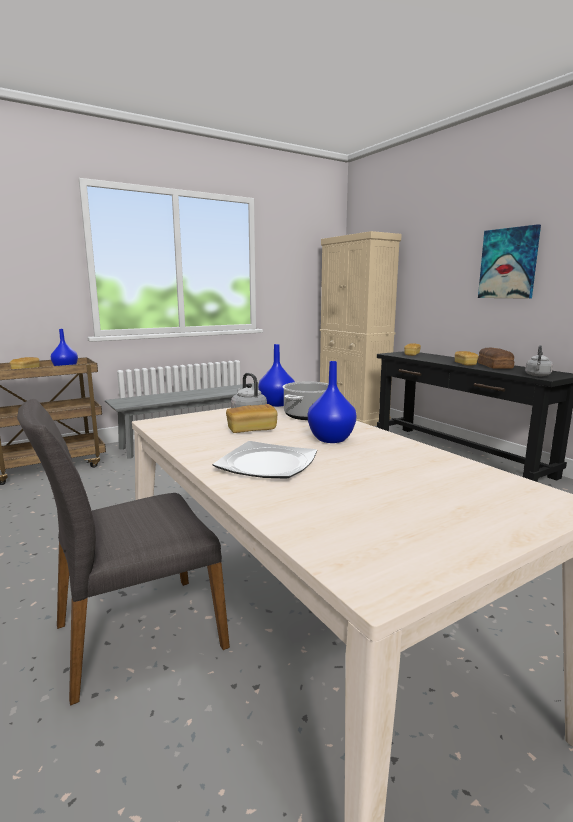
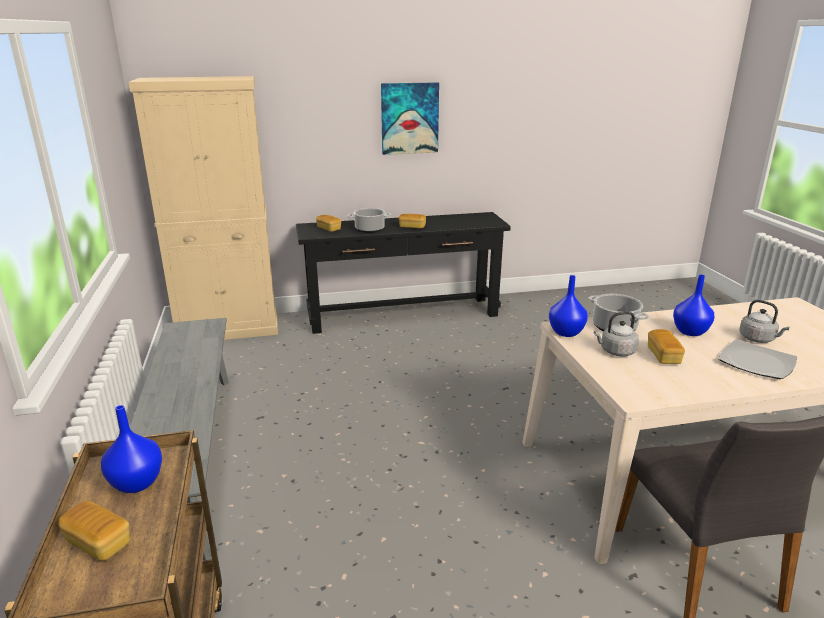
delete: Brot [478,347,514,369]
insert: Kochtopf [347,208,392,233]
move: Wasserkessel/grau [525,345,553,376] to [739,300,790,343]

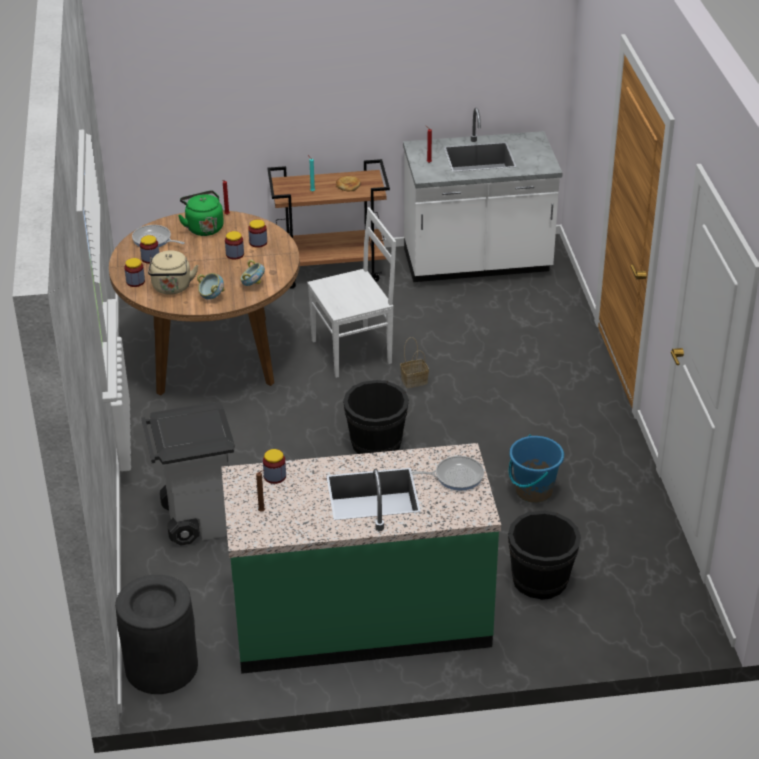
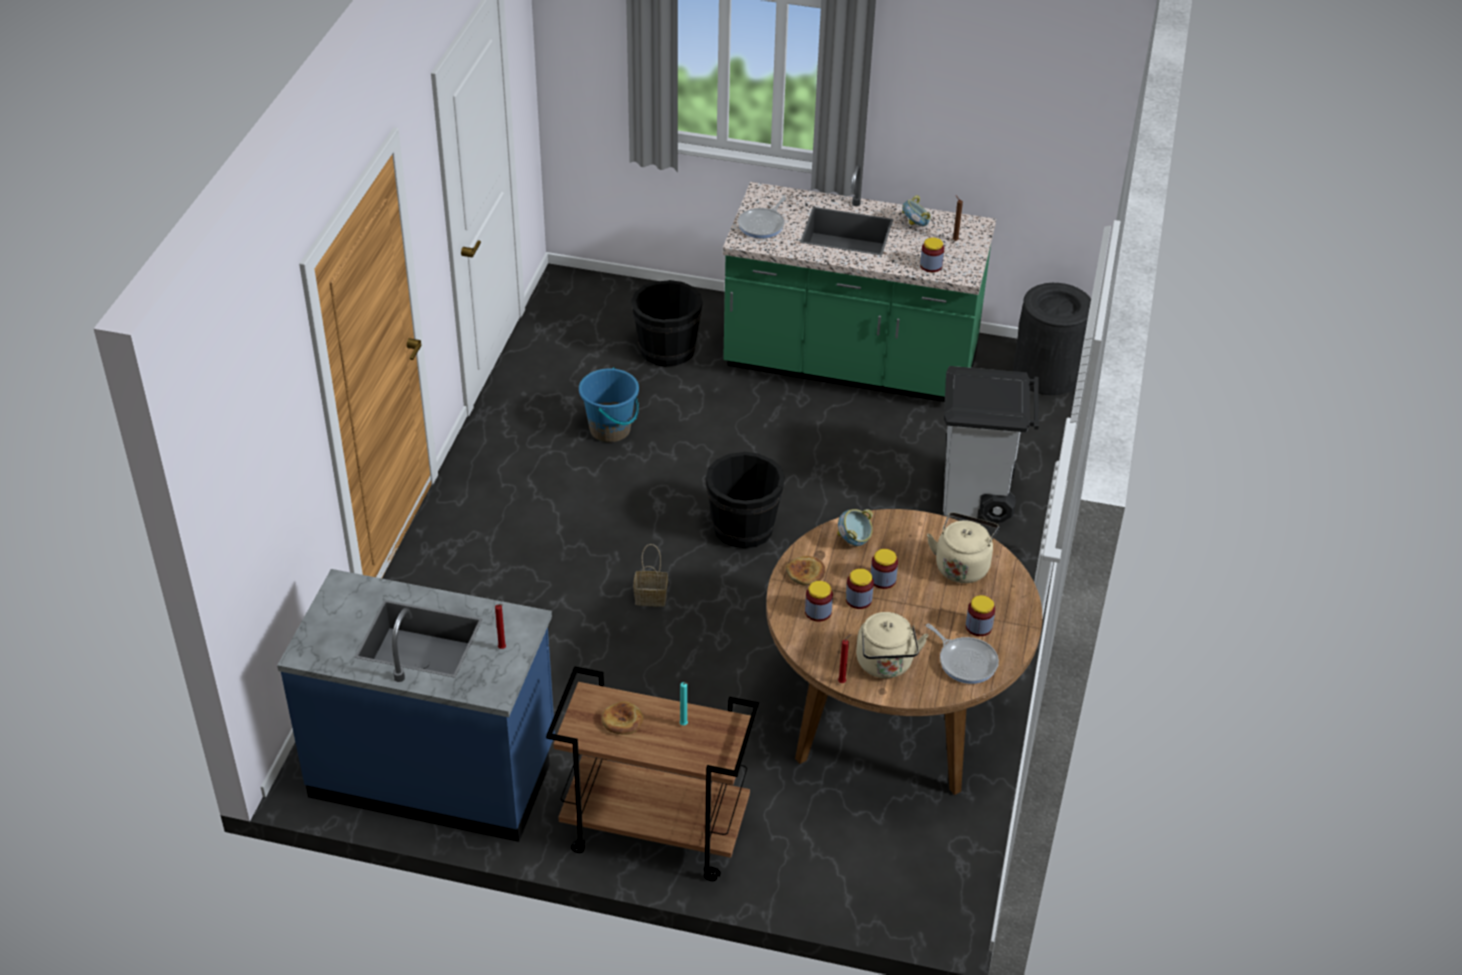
delete: Stuhl/weiß [307,207,396,378]
insert: Brot [785,556,826,585]
move: Vorratsglas [124,258,145,287] to [871,549,898,589]; Schüssel [197,273,225,300] to [902,195,931,226]
recolor: Wasserkessel/grün [178,190,224,236] to Wasserkessel/beige [856,612,928,678]; Küchenzeile/weiß [403,108,563,282] to Küchenzeile/blau [277,569,555,842]
rotate: Pfanne [411,456,484,491] = [738,197,786,239] 75 degrees counterclockwise

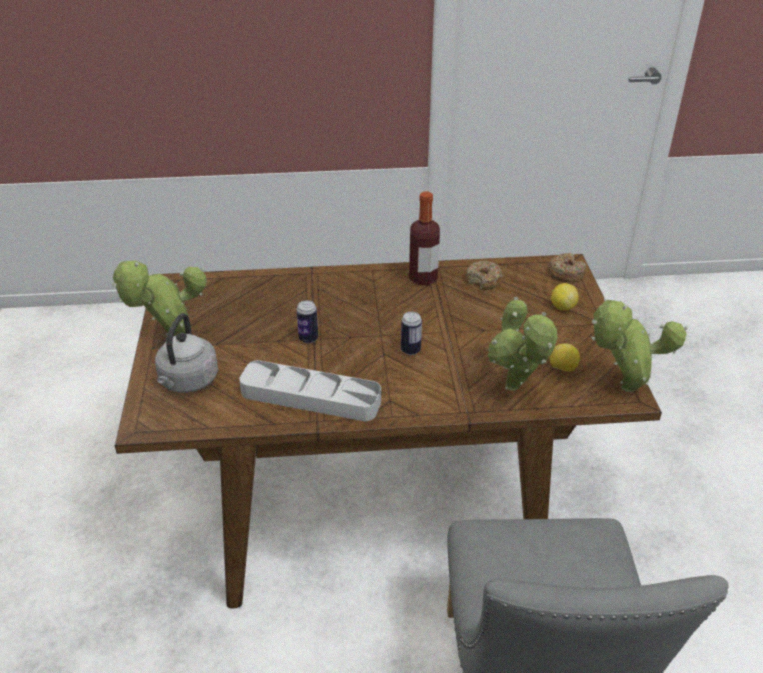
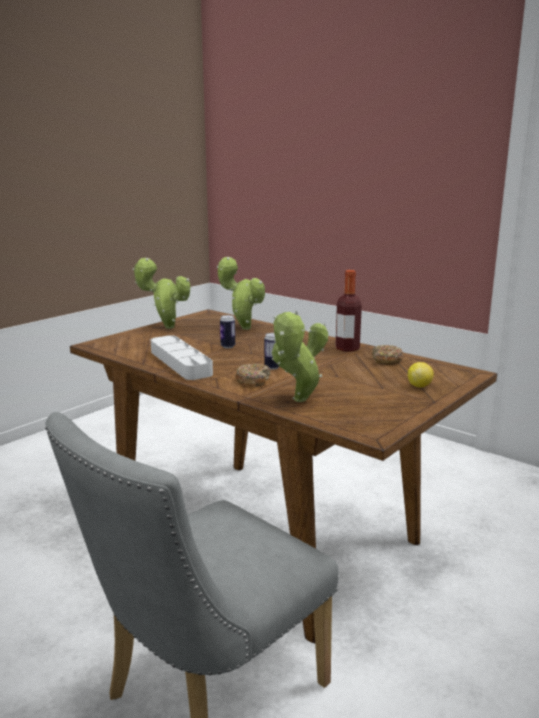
delete: Wasserkessel/grau [155,313,218,393]; Zitrone [550,343,580,372]
move: Donut [548,253,586,283] to [235,363,271,386]; Topfpflanze [592,299,688,392] to [217,257,265,330]

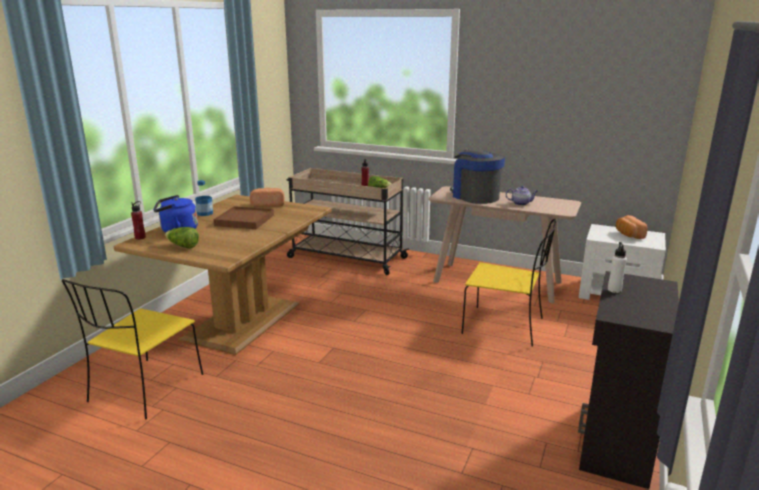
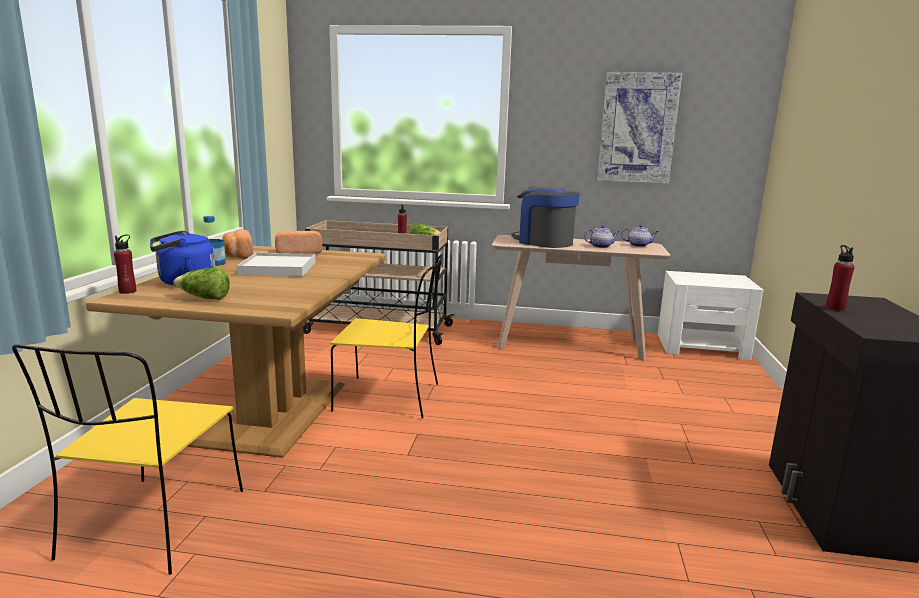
insert: Bild [597,72,682,184]; Teekanne [621,224,659,247]
move: Stuhl/gelb [461,219,556,347] to [330,254,443,418]; Brot [616,215,647,239] to [222,230,253,259]
recolor: Tablett/braun [213,206,274,229] to Tablett/weiß [237,253,315,277]; Flasche/weiß [608,242,627,293] to Flasche/rot [826,245,854,311]

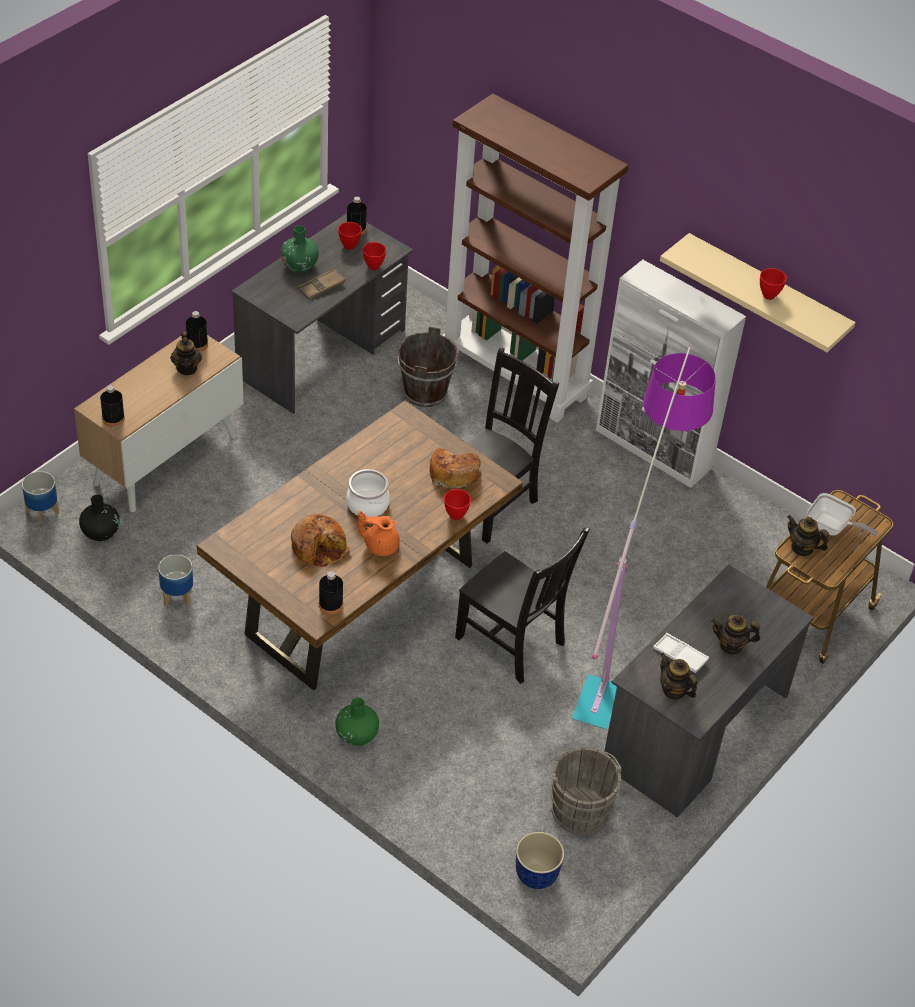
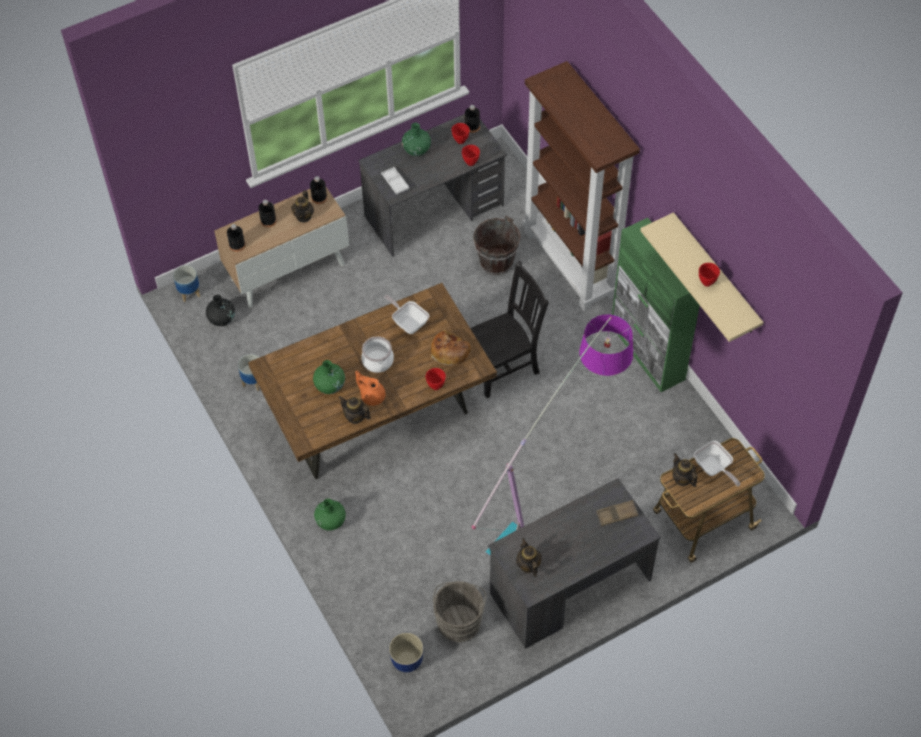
delete: Stuhl/schwarz [455,528,590,684]
insert: Pfanne [384,295,429,334]
move: Tablett/braun [298,269,345,300] to [596,500,638,526]; Flasche/schwarz [319,571,343,614] to [258,200,277,227]; Tablett/weiß [653,633,709,673] to [381,167,409,195]; Teekanne [711,615,760,655] to [338,396,371,424]
replace: Brot [291,514,350,567] to Vase/grün [313,360,345,394]
recolor: Schrank/weiß [596,260,746,488] to Schrank/grün [612,218,700,392]

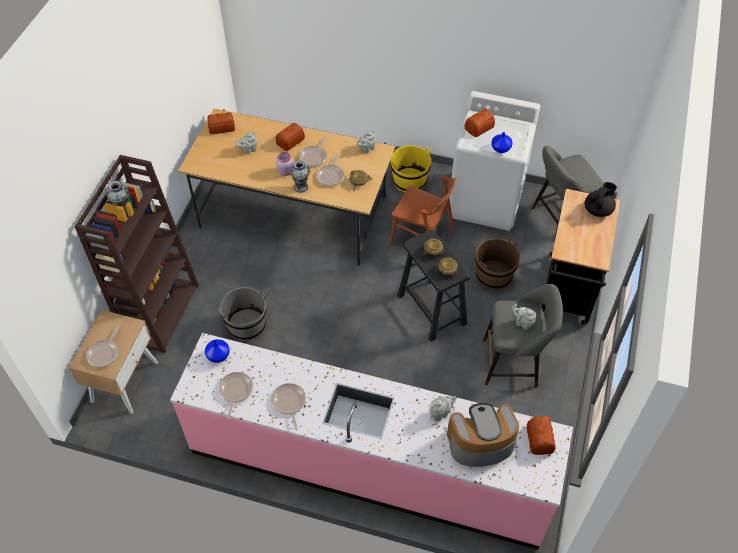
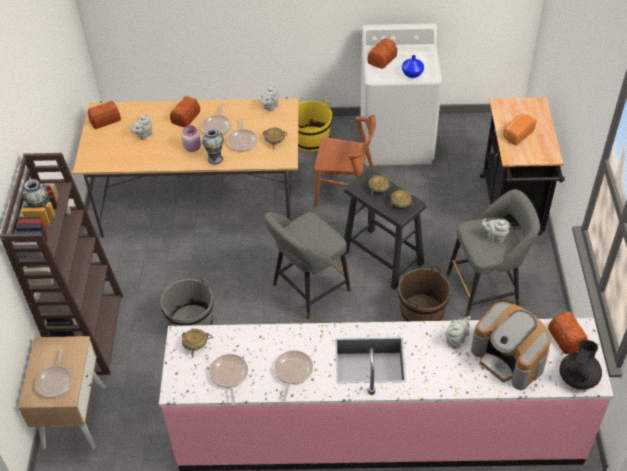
insert: Brot [503,113,536,146]
move: Eimer/braun [475,237,520,290] to [398,264,451,321]; Hocker/grau [531,146,603,242] to [264,212,351,320]; Teekanne/schwarz [584,182,617,217] to [559,340,602,390]
replace: Vase/blau [205,339,230,363] to Schüssel/beige [182,329,213,358]
rotate: Pfanne [271,383,306,430] = [274,350,313,402] 45 degrees clockwise; Kaffeemaschine [447,403,519,467] = [471,302,551,390] 105 degrees counterclockwise

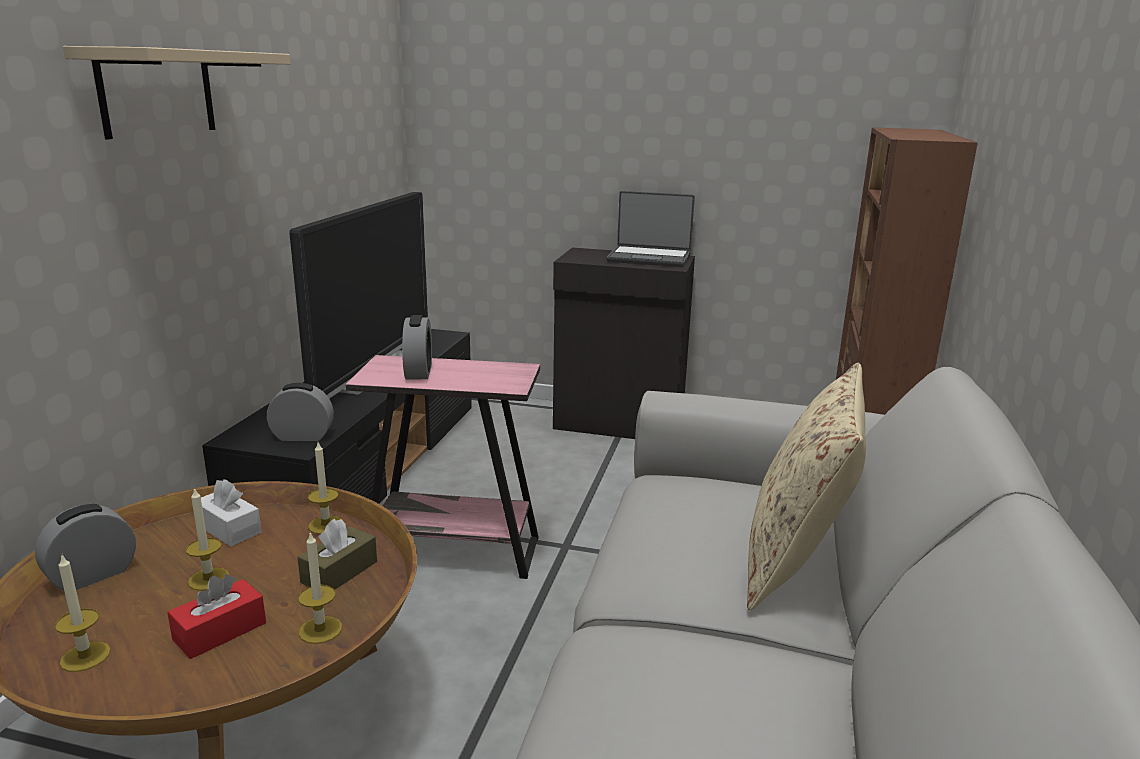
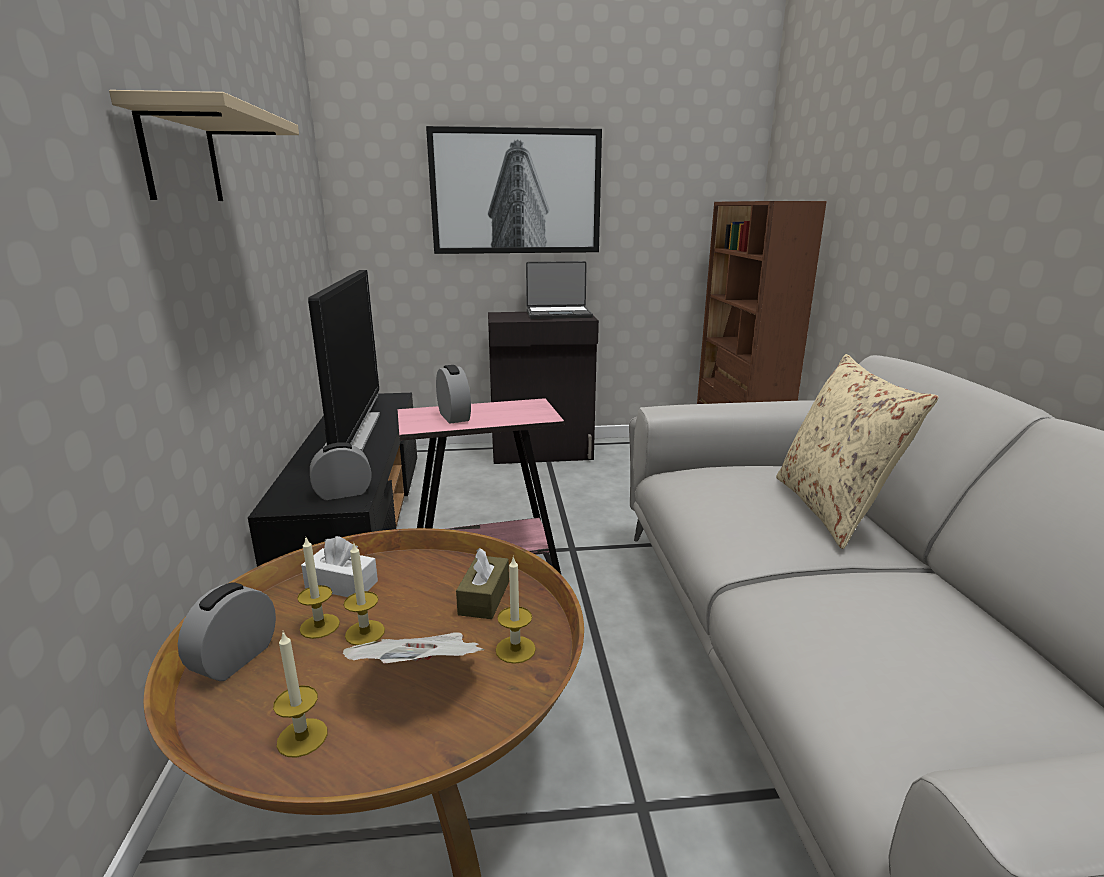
insert: Bild [426,126,602,254]
move: Kerze [308,442,341,534] to [297,536,340,639]
replace: Taschentuchbox/rot [167,574,266,659] to Zeitung [343,632,484,663]

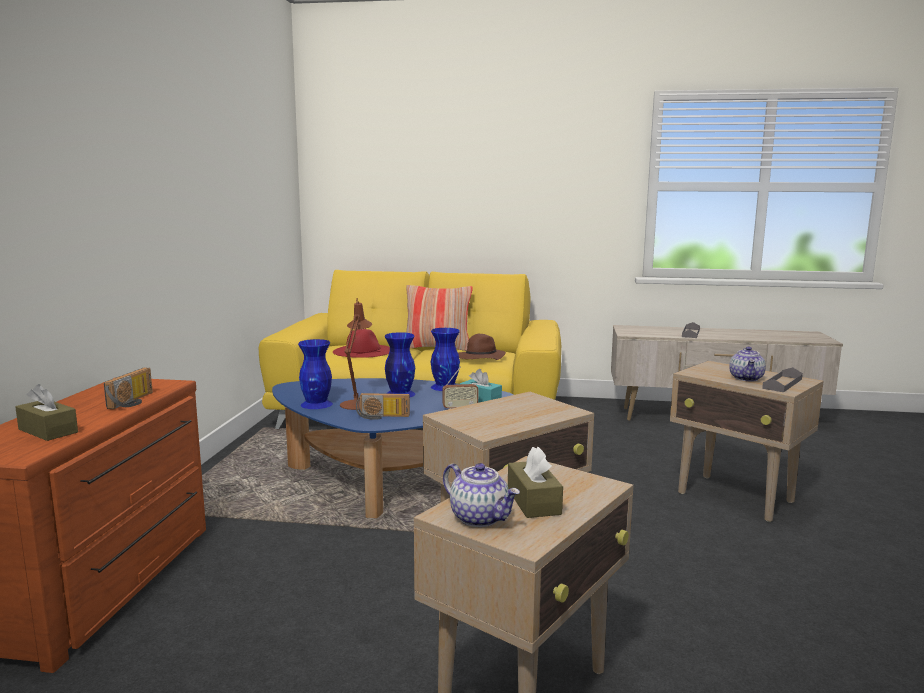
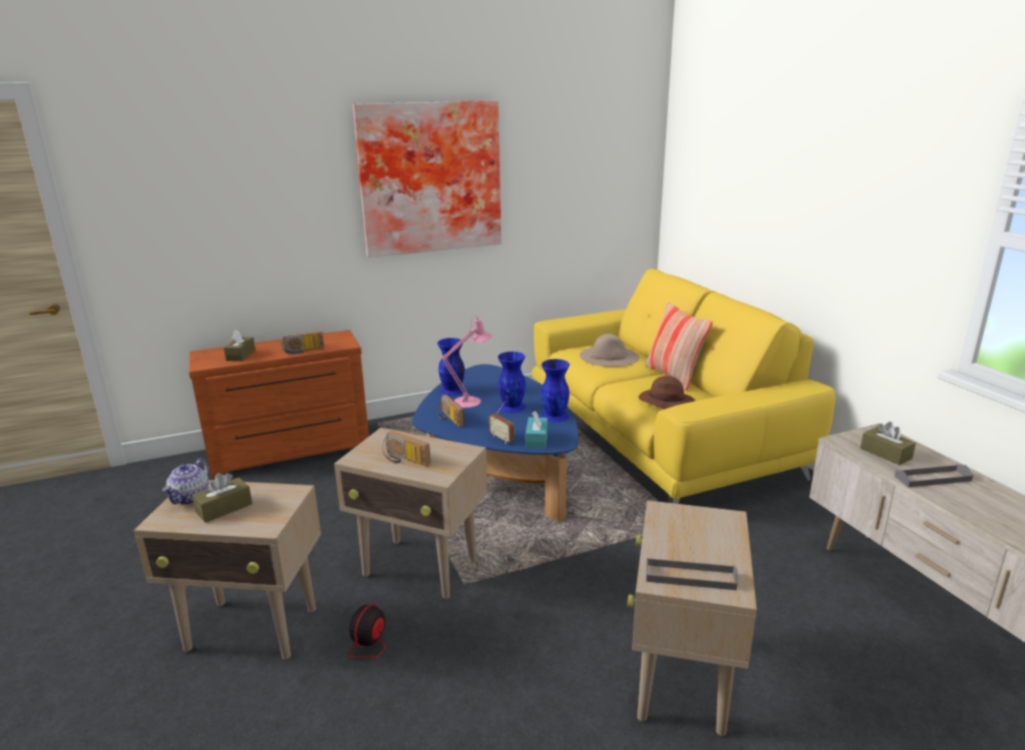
delete: Teekanne [729,347,766,382]
insert: Ventilator [347,604,441,705]; Bild [353,100,501,257]; Radio [383,431,431,467]; Taschentuchbox/braun [860,422,916,465]
recolor: Hut/rot [333,329,390,358] to Hut/beige [580,334,639,367]; Tischlampe/braun [340,298,372,410] to Tischlampe/rosa [441,315,492,408]

